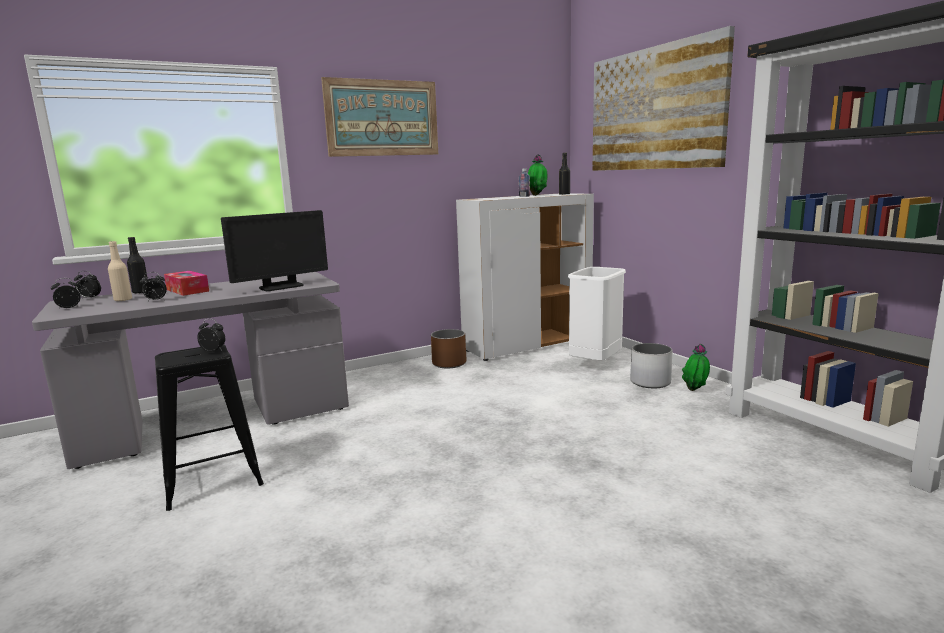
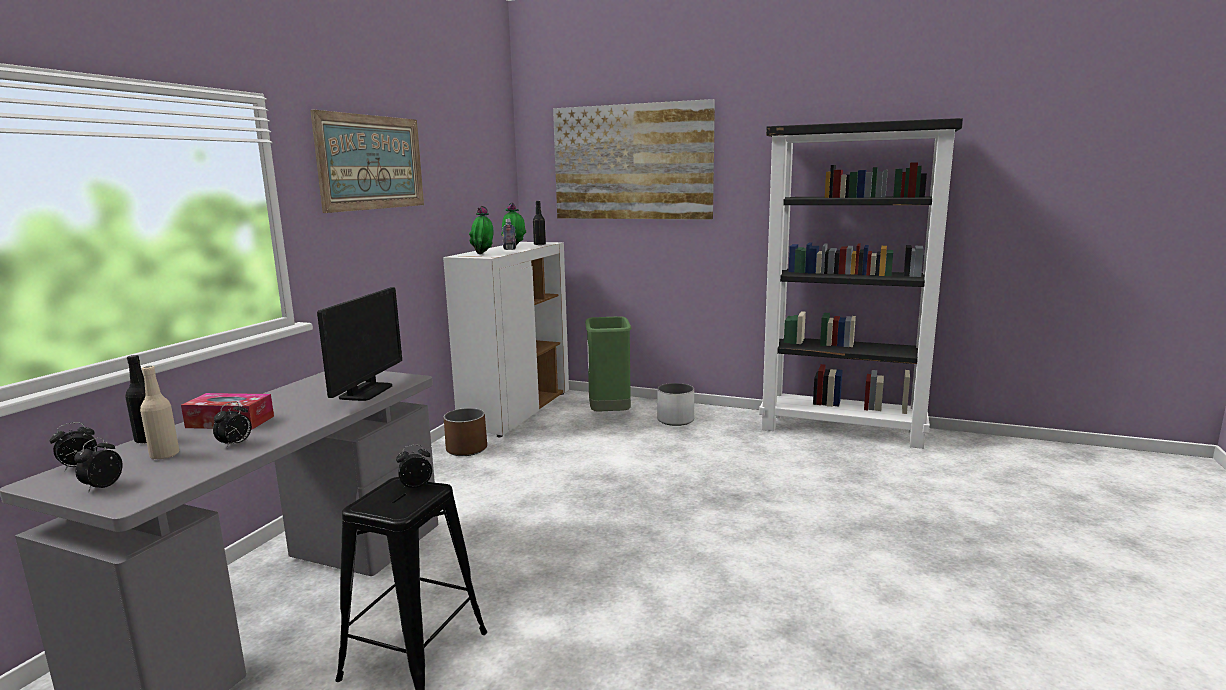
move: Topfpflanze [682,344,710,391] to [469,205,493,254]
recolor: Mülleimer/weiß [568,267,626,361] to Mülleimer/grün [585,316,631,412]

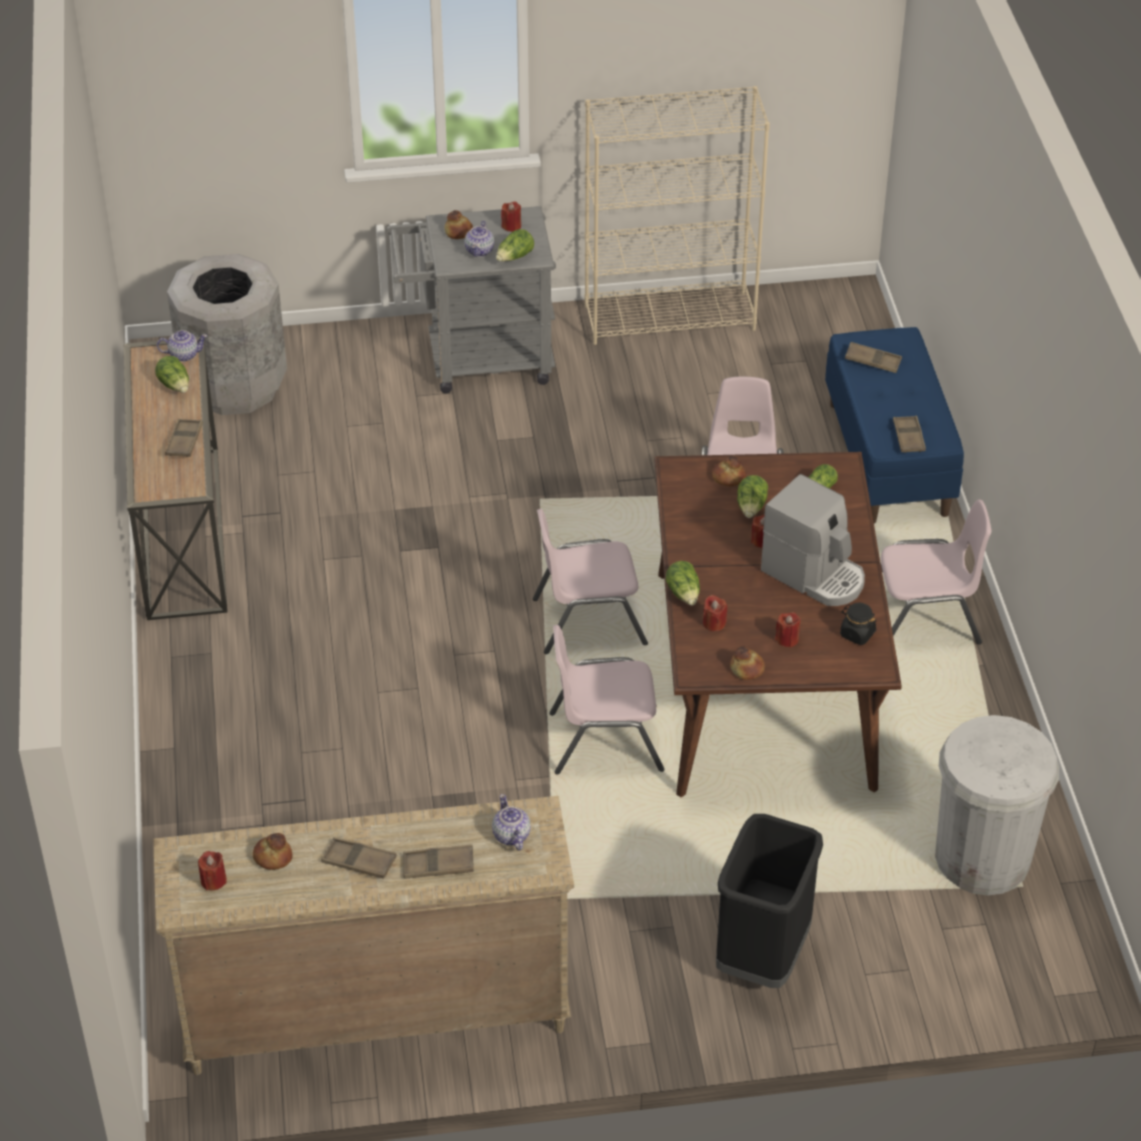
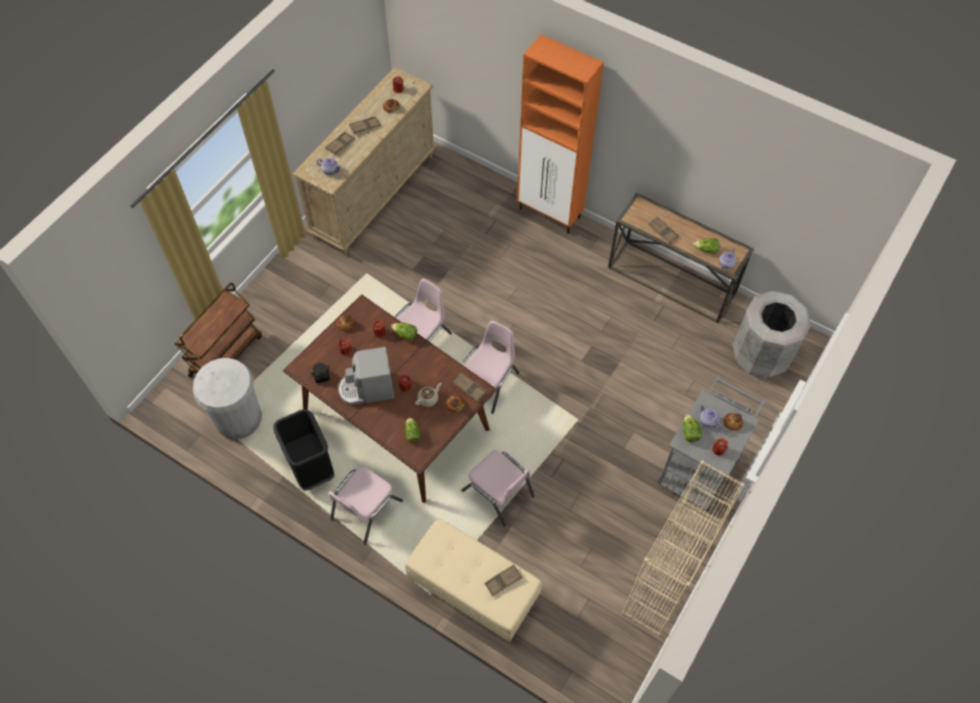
insert: Rollwagen/braun [175,282,262,378]; Schrank/orange [517,34,604,234]
move: Mülleimer/schwarz [716,814,823,988] to [274,409,334,491]; Tablett/braun [893,416,926,453] to [452,372,487,402]
replace: Salatkopf [737,475,768,518] to Teekanne/beige [415,383,442,407]
recolor: Bank/blau [825,327,964,524] to Bank/beige [405,518,542,642]

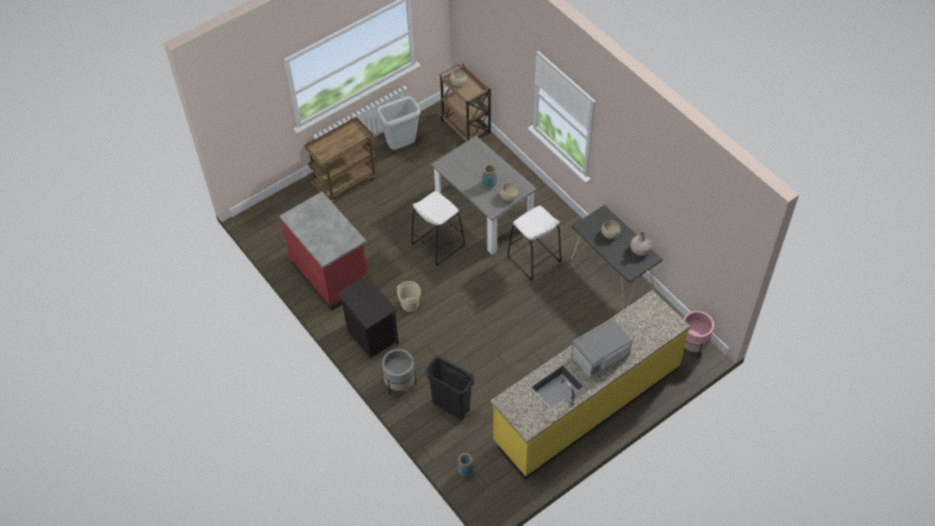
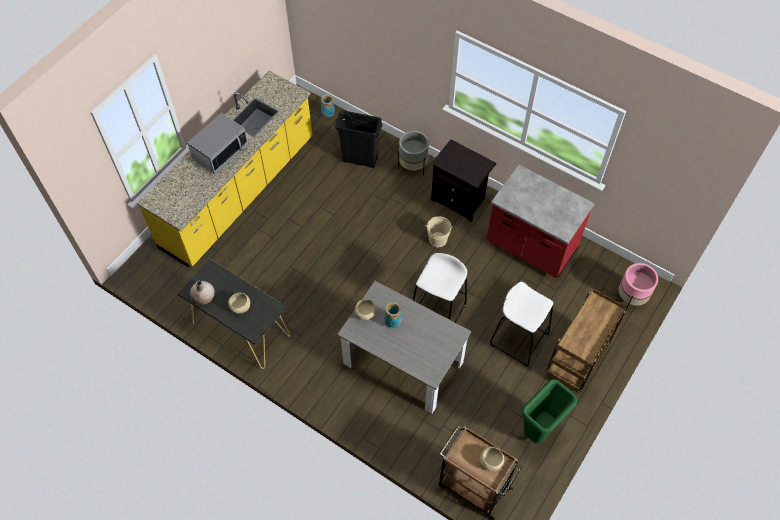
move: Hocker/weiß [507,206,561,281] to [490,282,553,366]; Pflanzkübel/rosa [684,311,714,359] to [619,263,658,311]
recolor: Mülleimer/grau [376,96,421,150] to Mülleimer/grün [521,379,578,444]

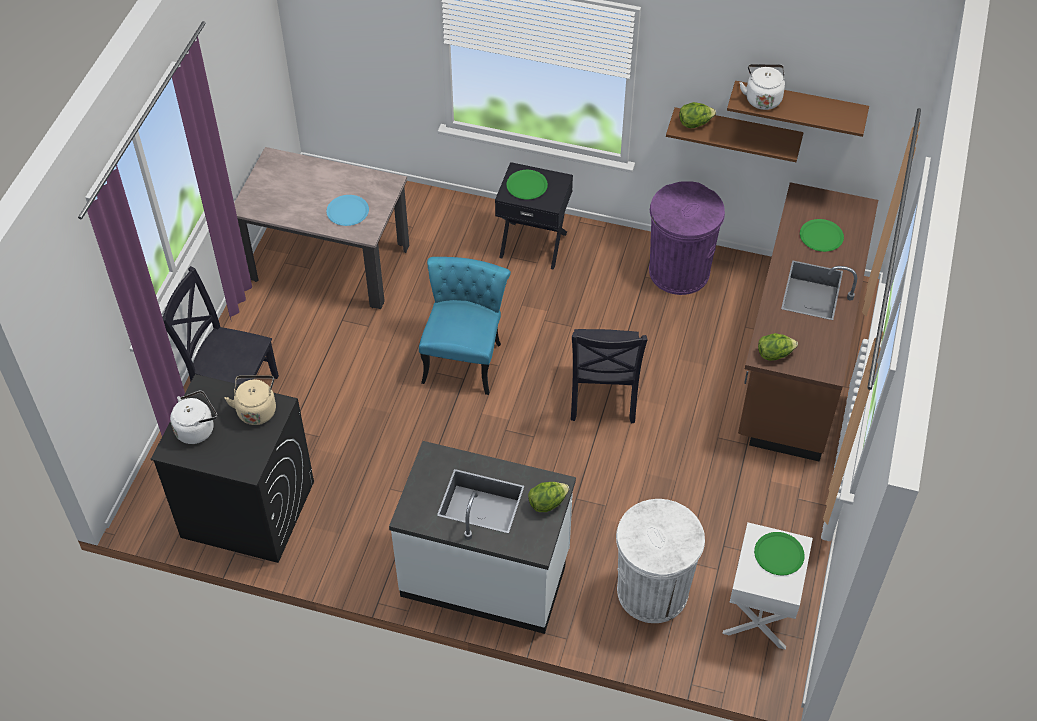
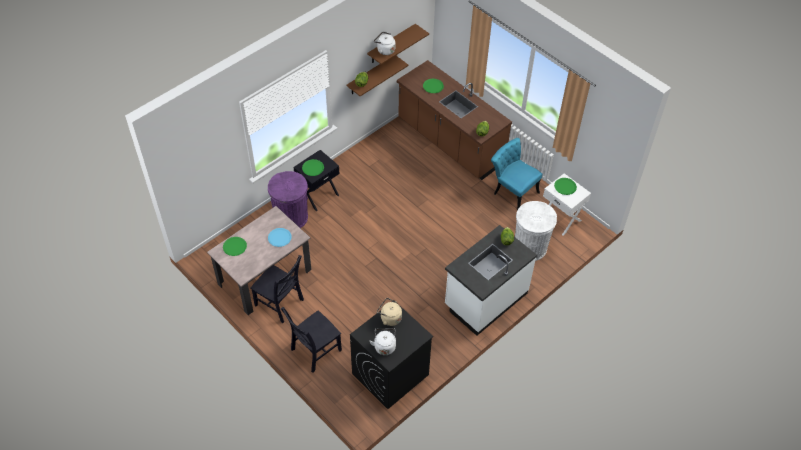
insert: Teller/grün [223,237,247,256]
move: Stuhl/türkis [419,257,511,395] to [491,138,542,211]; Stuhl/schwarz [571,329,648,423] to [251,255,304,323]; Mülleimer/lila [649,181,725,295] to [268,171,308,228]

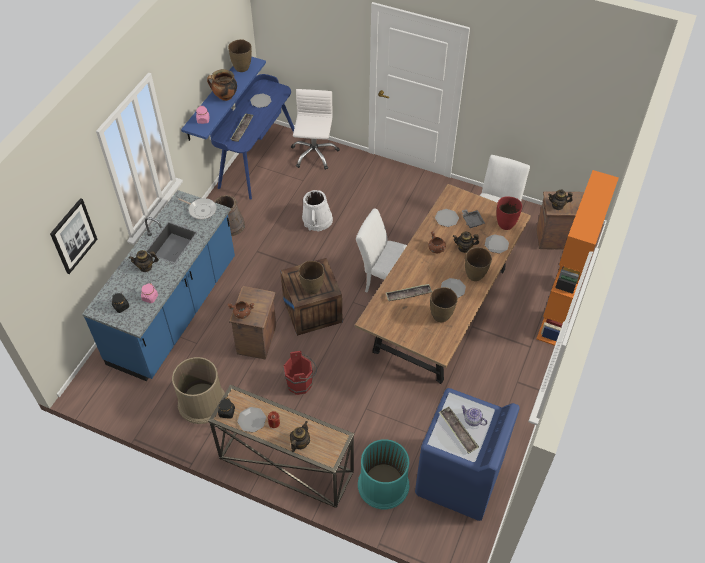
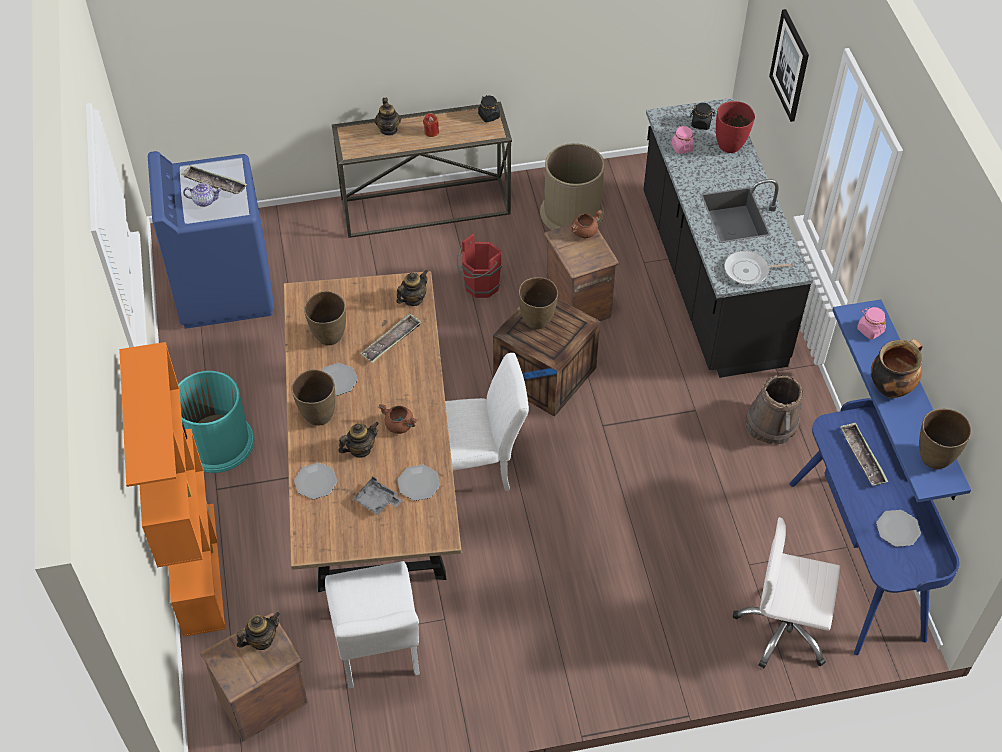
delete: Teller [237,407,266,432]; Eimer/weiß [302,190,333,231]
move: Teekanne [128,250,159,272] to [396,270,428,306]; Mülleimer/türkis [358,439,410,509] to [178,371,254,473]; Vase/rot [496,196,522,230] to [716,101,755,153]
recolor: Küchenzeile/blau [82,190,235,381] to Küchenzeile/schwarz [643,98,813,378]
rotate: Bürostuhl/weiß [291,89,340,170] = [733,517,840,668] 135 degrees clockwise

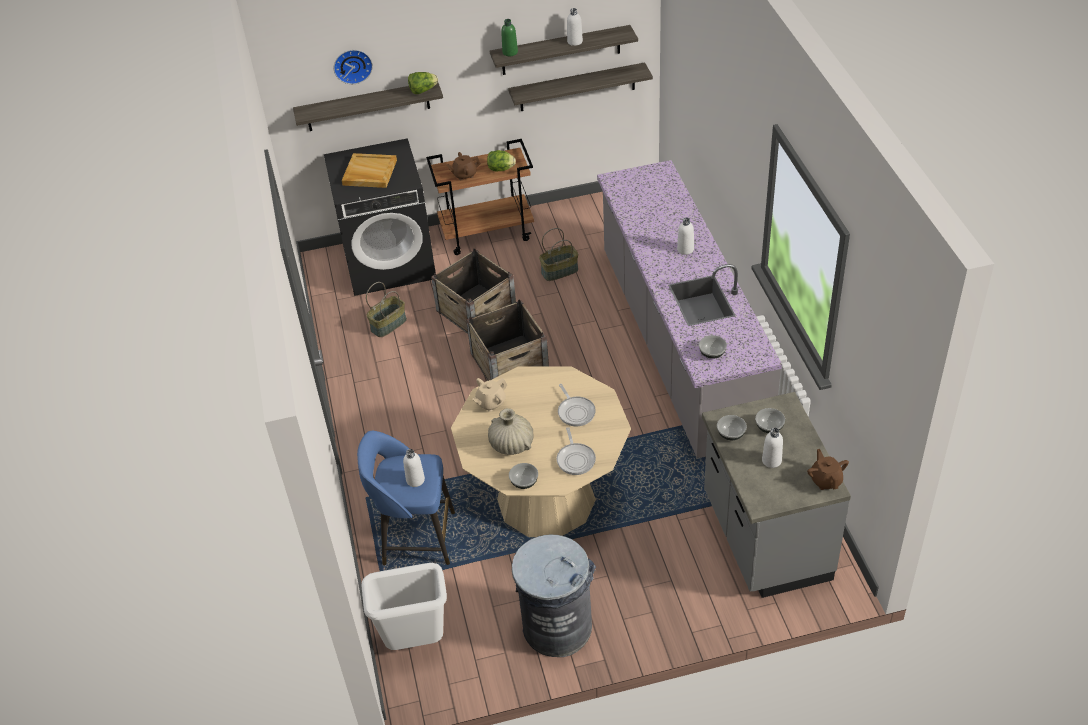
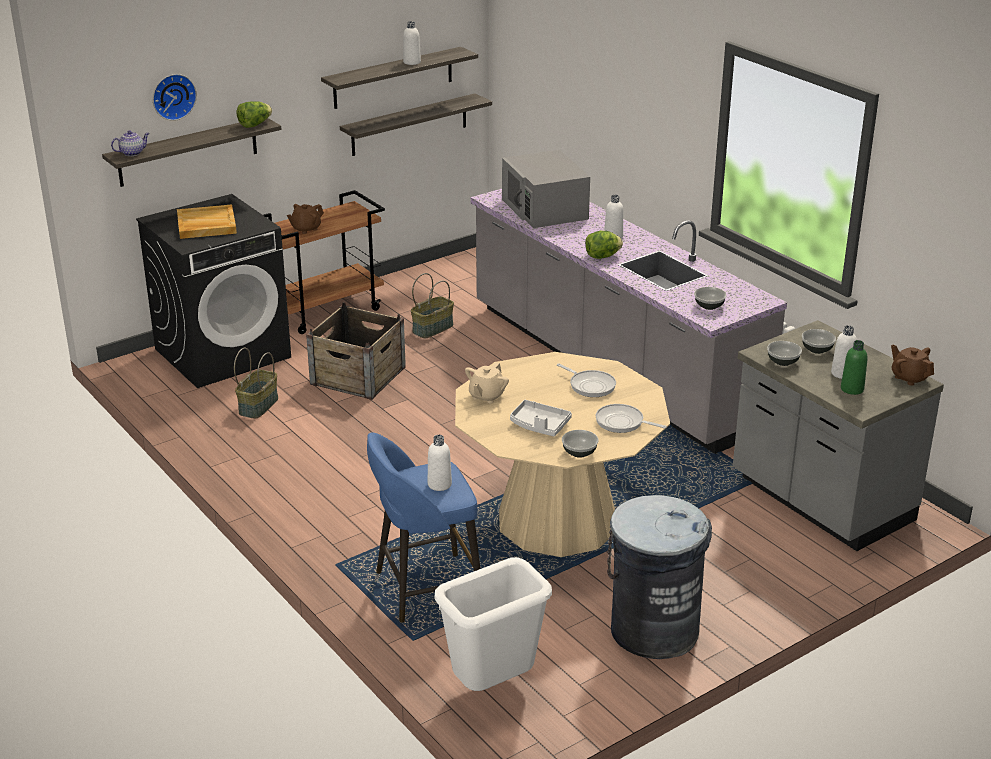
delete: Kiste [466,299,549,381]
insert: Teekanne [111,131,150,156]; Mikrowelle/grau [502,150,590,228]
move: Salatkopf [487,150,516,172] to [585,231,623,259]; Flasche/grün [501,19,518,56] to [841,340,868,395]
replace: Vase/beige [488,408,534,455] to Tablett/grau [510,400,572,437]
rotate: Pfanne [557,427,596,475] = [596,404,667,433] 150 degrees clockwise

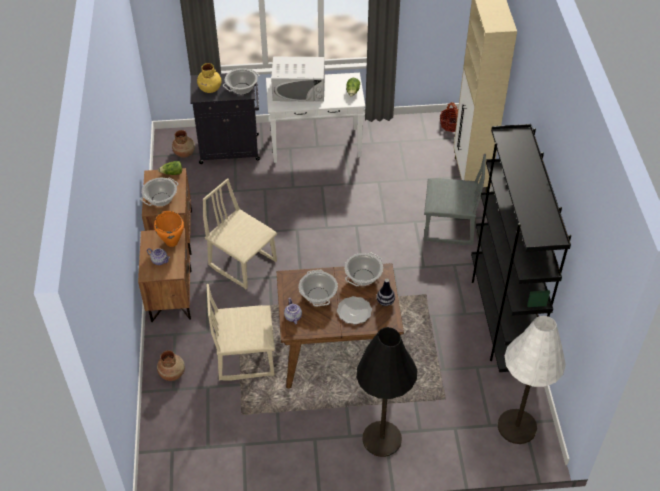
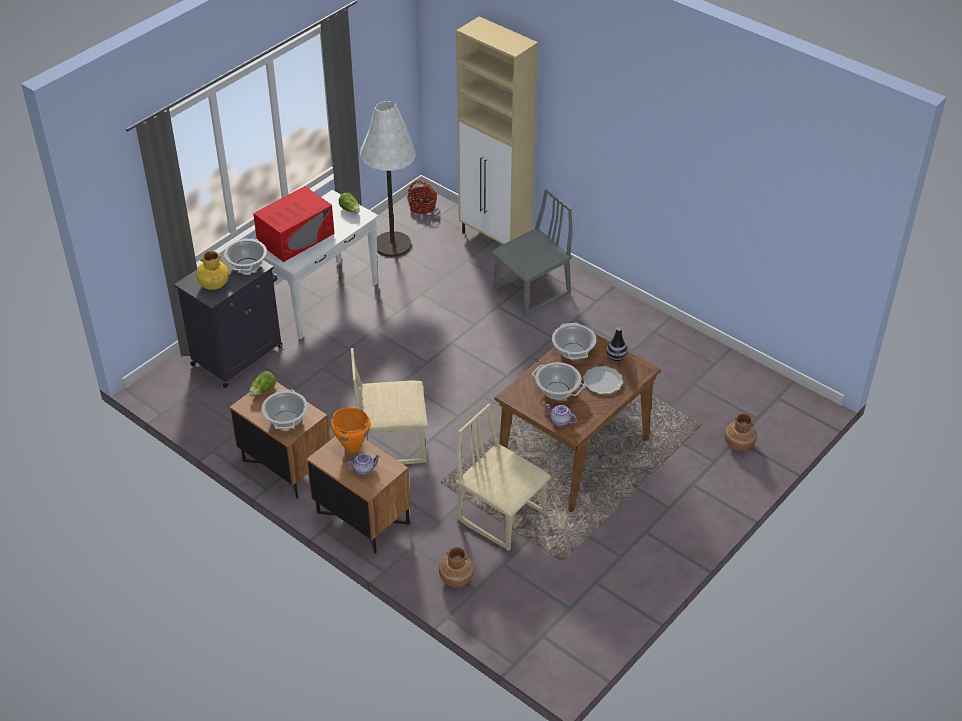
delete: Stehlampe/schwarz [356,327,417,457]; Bücherregal/schwarz [471,124,571,372]
move: Vase/braun [172,130,195,158] to [724,413,757,451]; Stehlampe/weiß [498,316,566,444] to [360,101,415,257]
recolor: Mikrowelle/weiß [271,56,325,102] to Mikrowelle/rot [253,186,334,262]
rotate: Stuhl/beige [206,284,275,381] = [456,404,551,551] 90 degrees clockwise

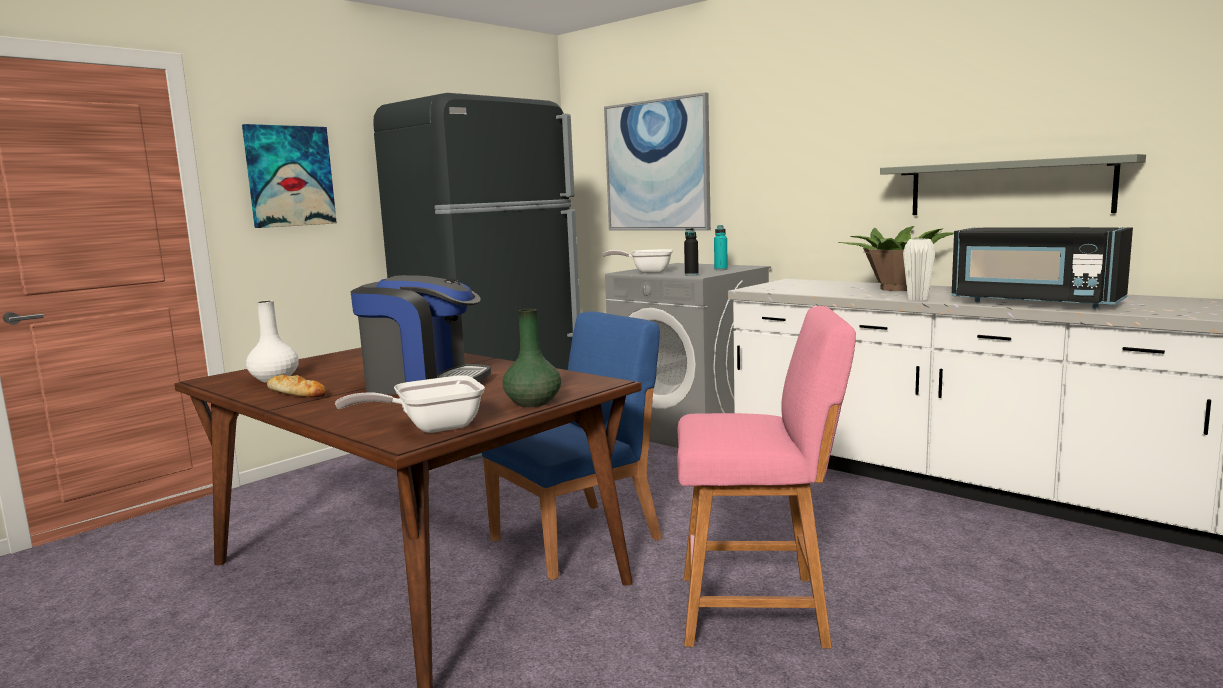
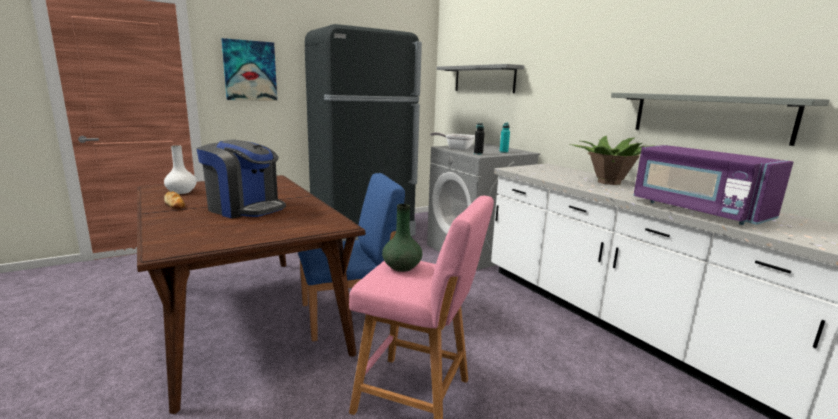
delete: Pfanne [335,375,485,433]; Vase/weiß [903,239,936,300]
move: Vase/grün [503,308,561,407] to [382,204,422,272]
replace: Bild [604,92,711,231] to Wandregal/grau [437,64,525,93]
recolor: Mikrowelle/schwarz [951,227,1133,309] to Mikrowelle/lila [633,145,793,225]

